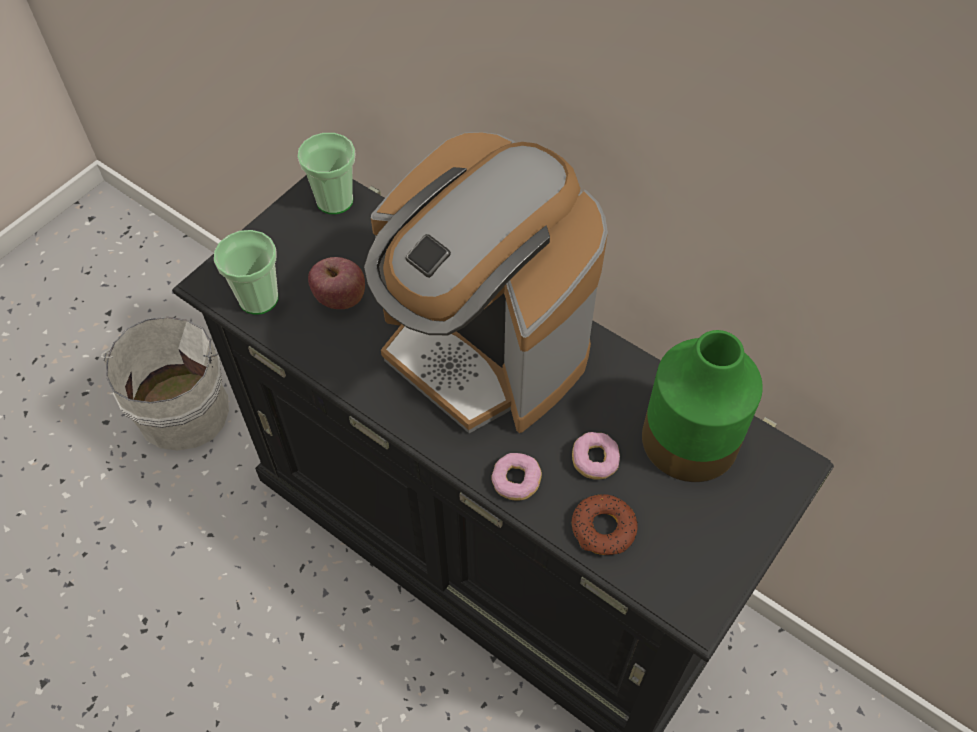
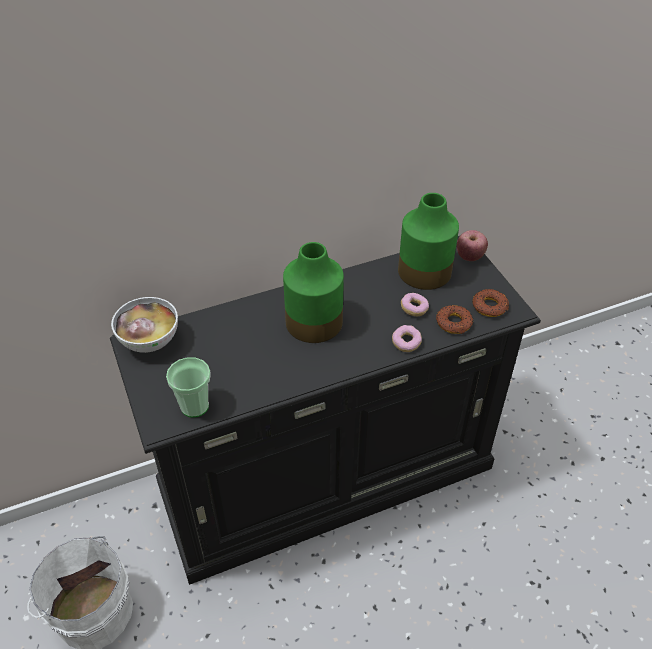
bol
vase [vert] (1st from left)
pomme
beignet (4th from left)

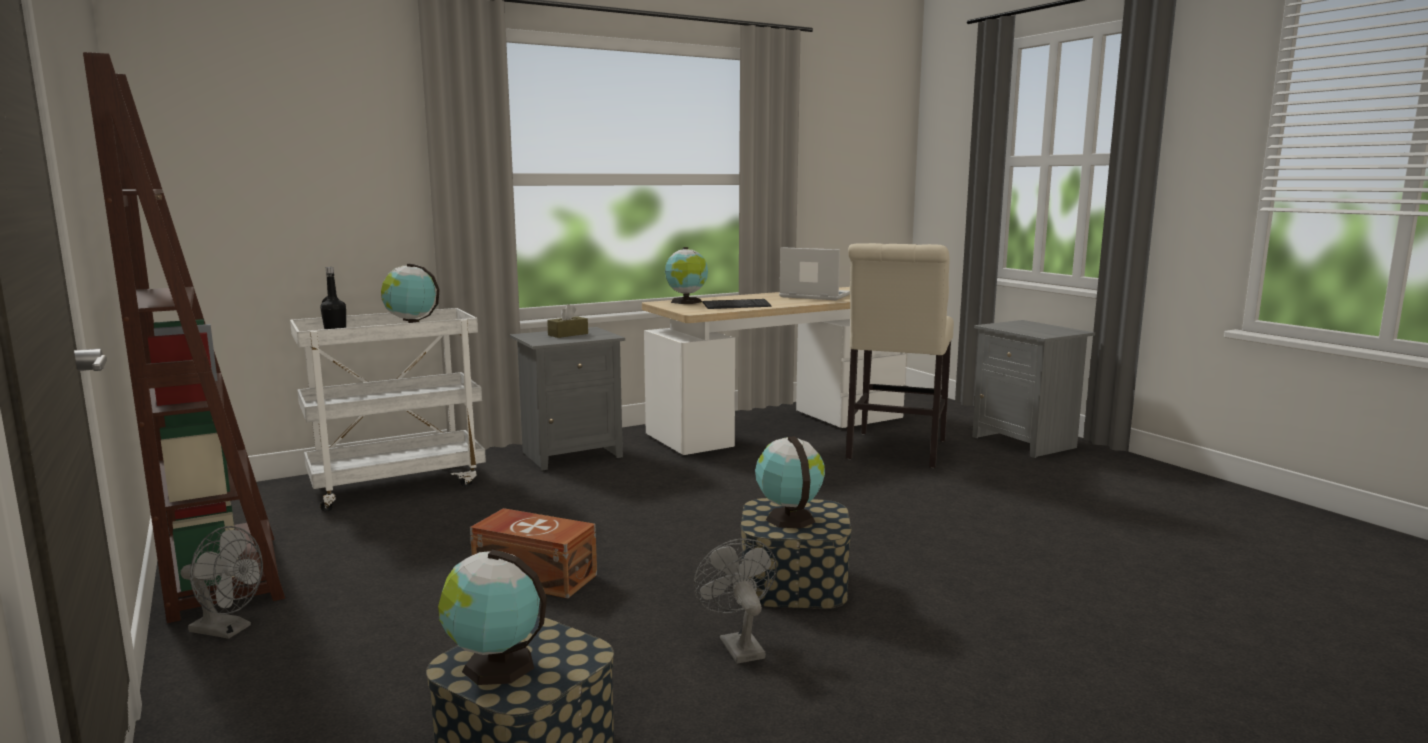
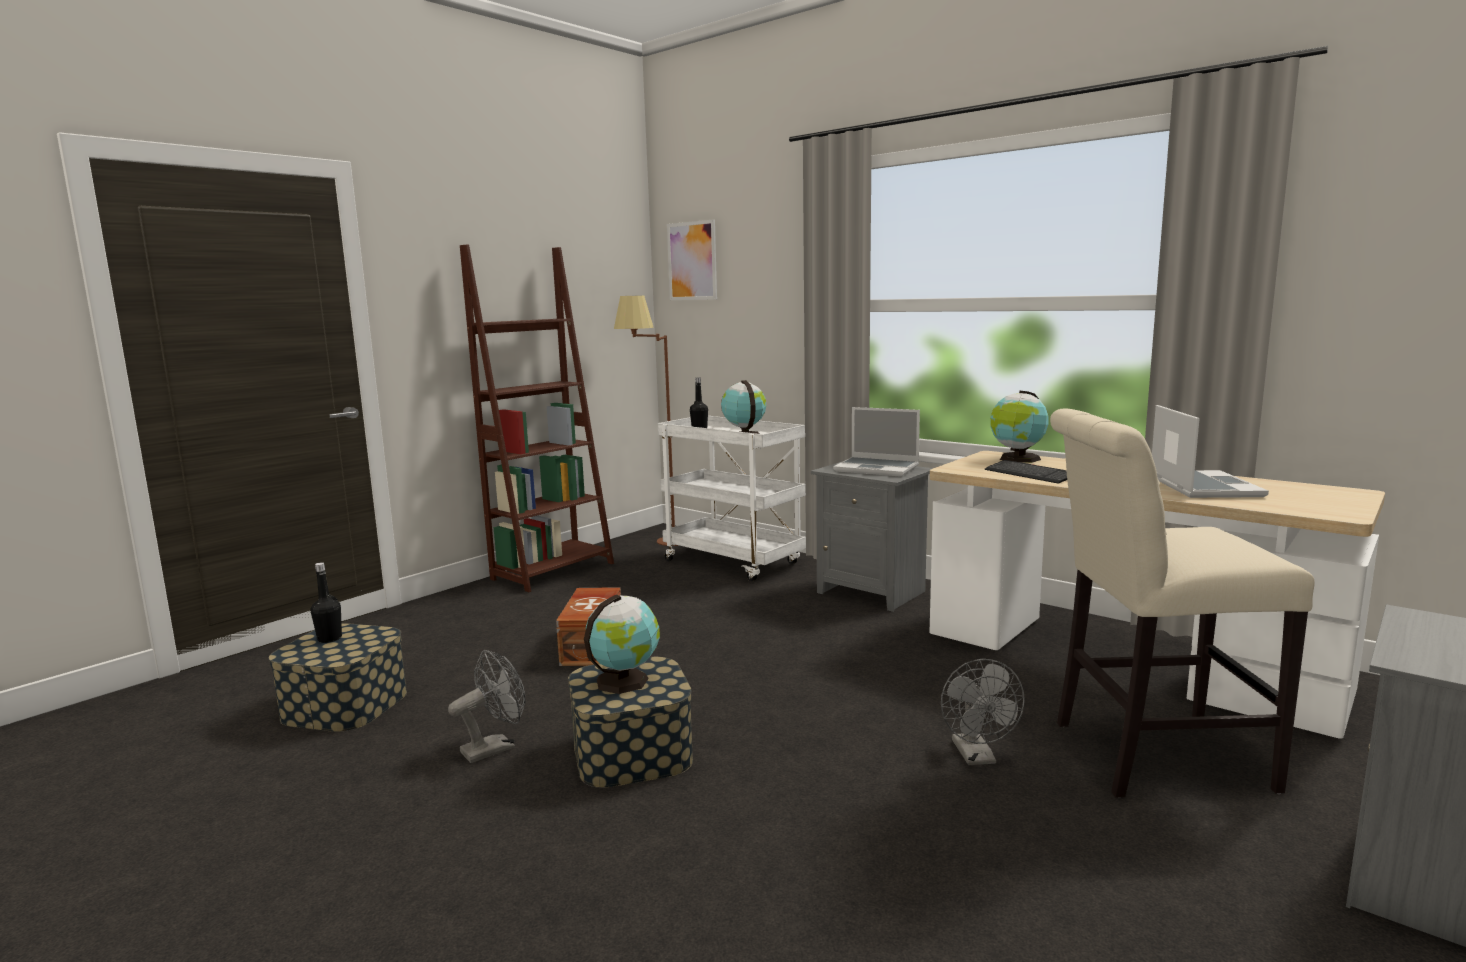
bouteille [noir] (1st from left)
lampadaire [marron]
tableau
ordinateur portable (1st from left)
ventilateur [gris] (2nd from left)

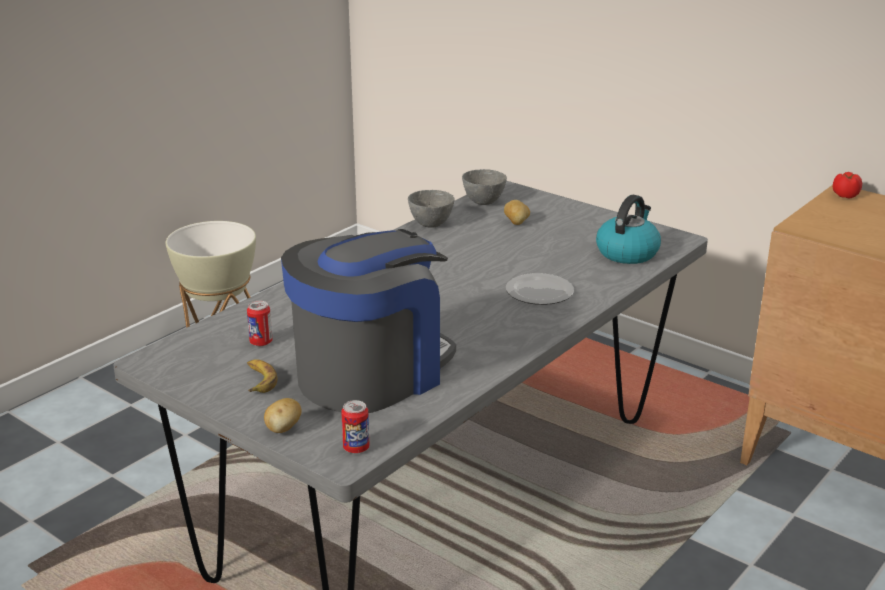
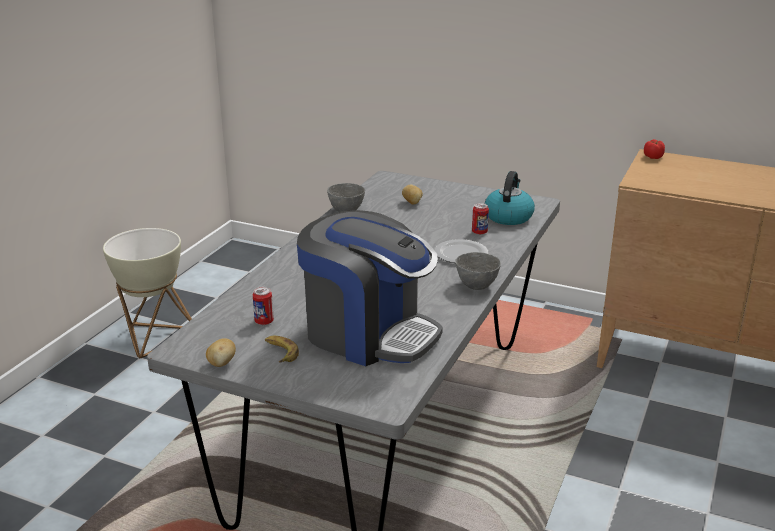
pomme de terre (1st from left)
machine à café
bol [gris] (2nd from left)
boîte métallique (2nd from left)

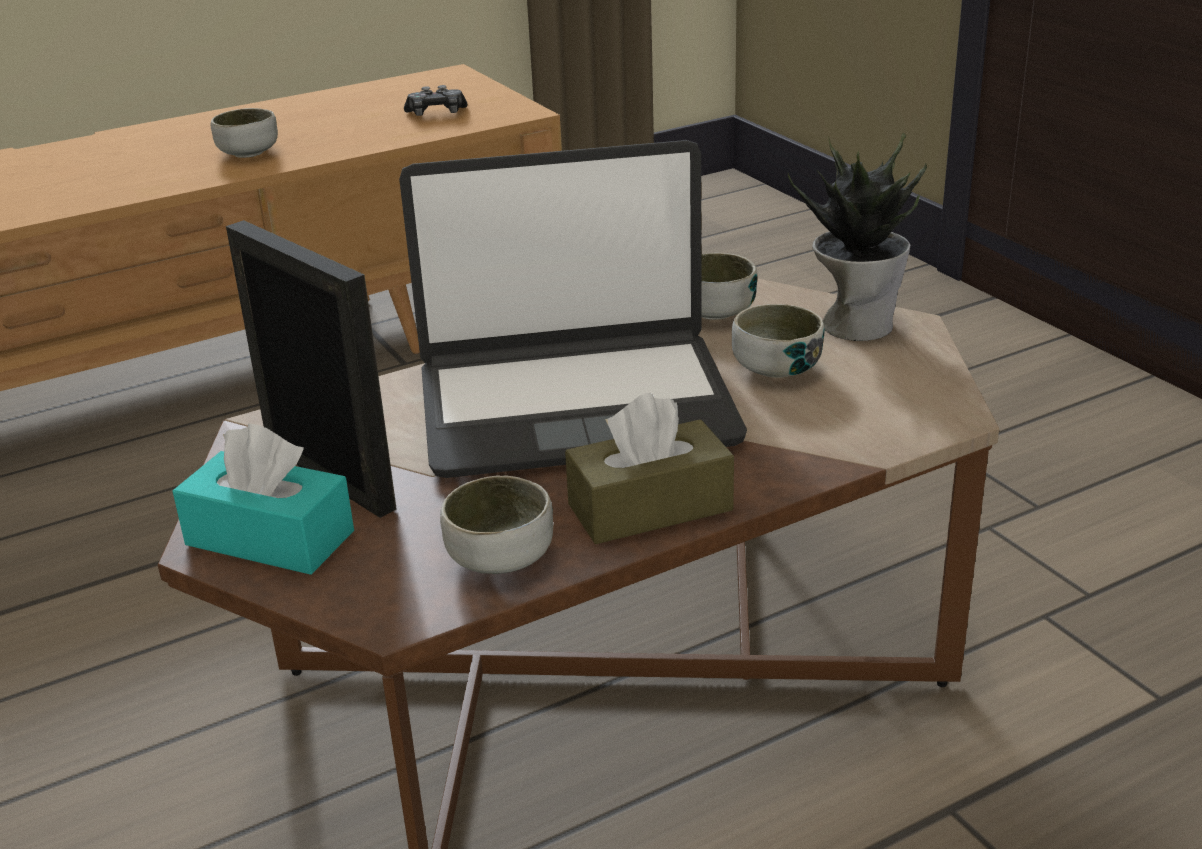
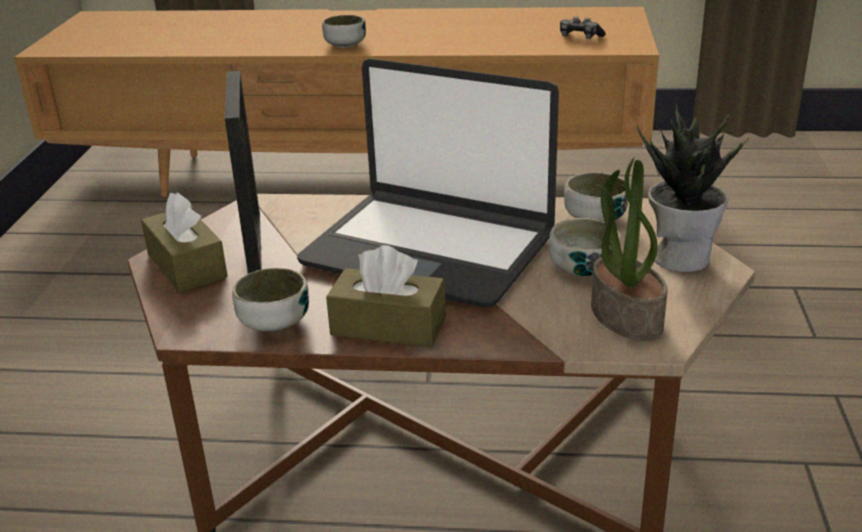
boîte à mouchoirs [marron] (1st from left)
bol (2nd from left)
plante en pot (1st from left)

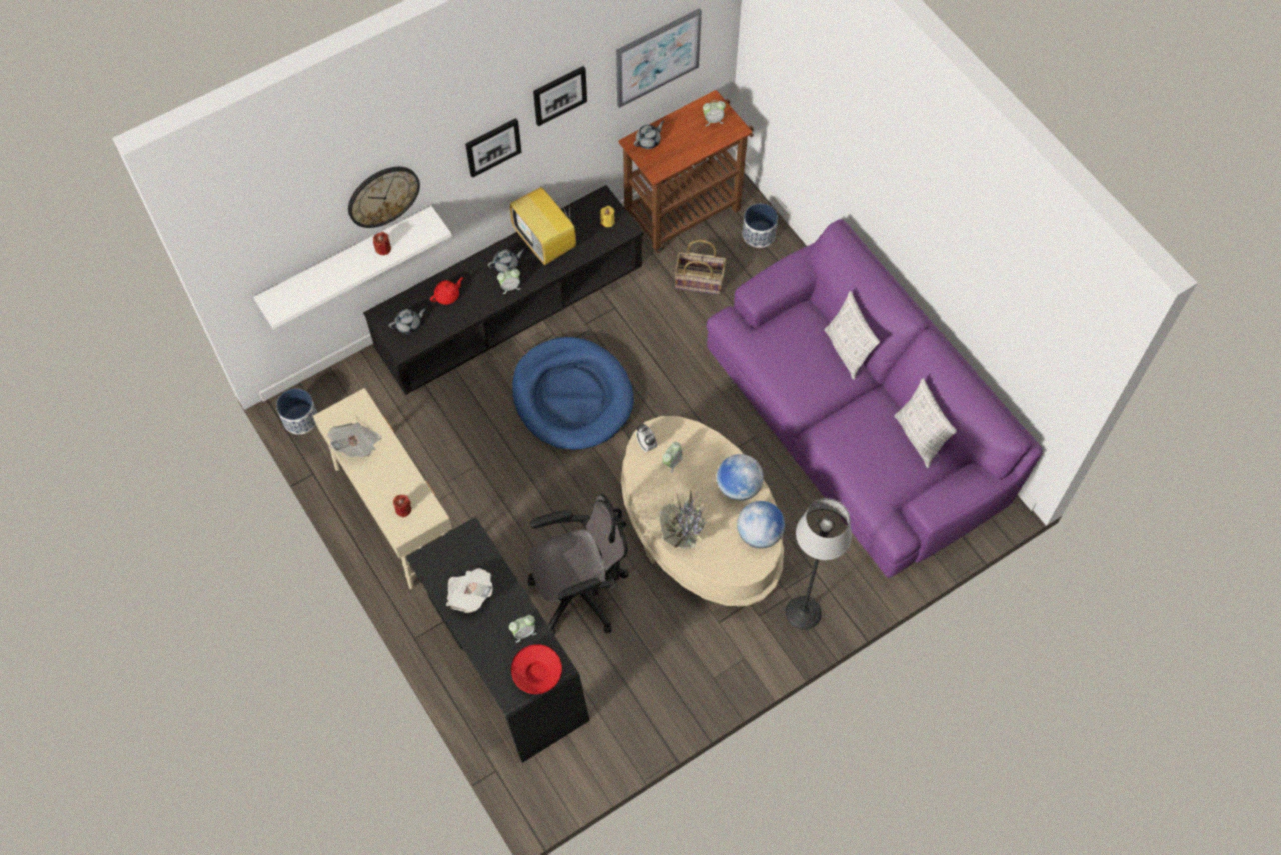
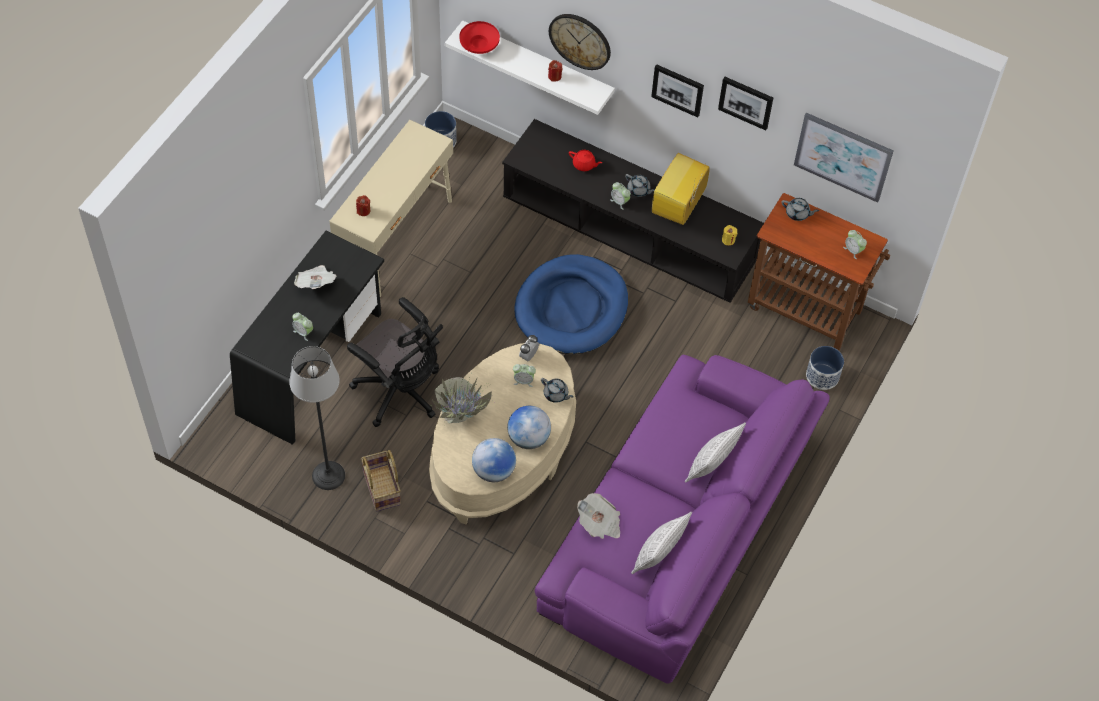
lampadaire
panier
bol [rouge]
théière [gris] (1st from left)
journal (2nd from left)

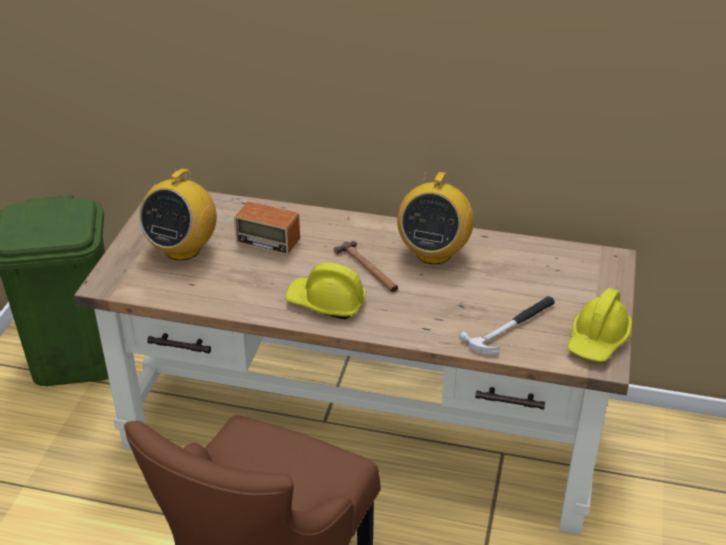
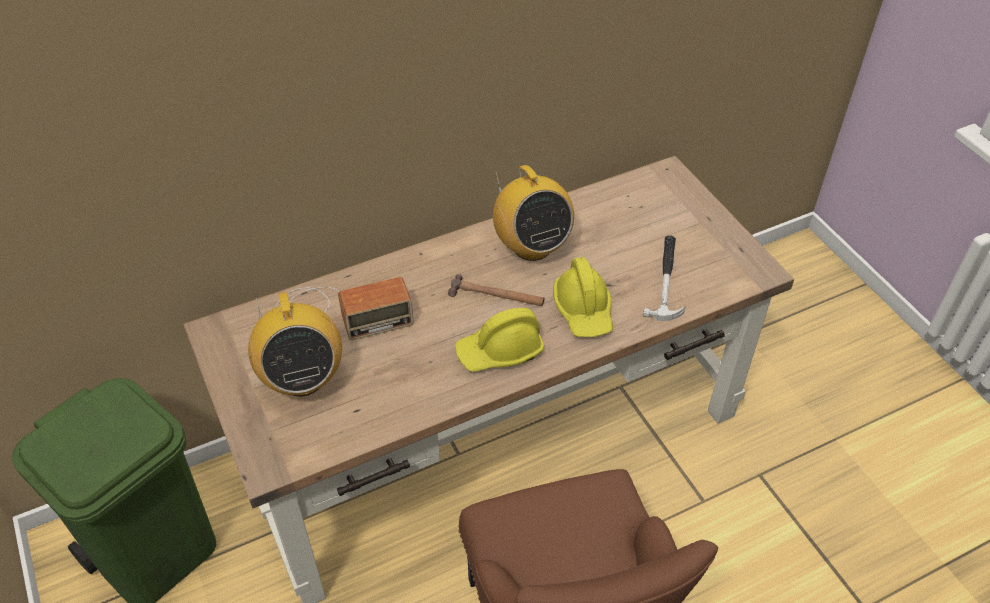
casque de chantier [jaune] (2nd from left)

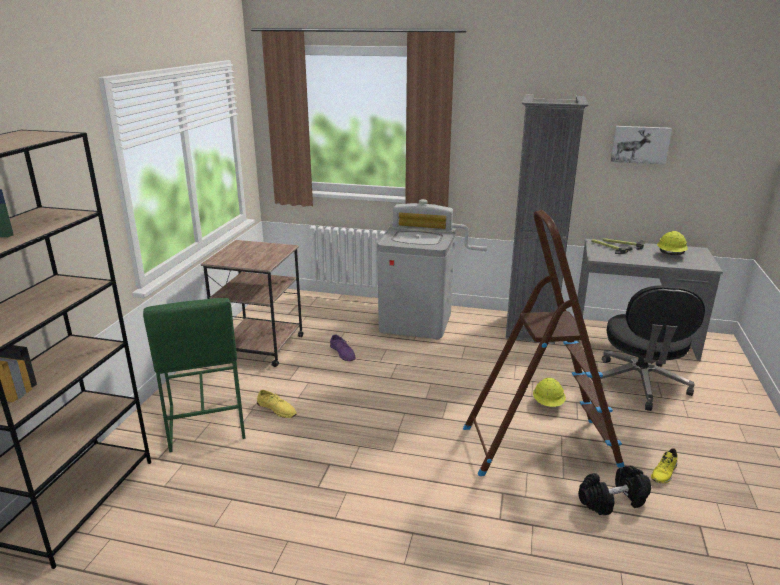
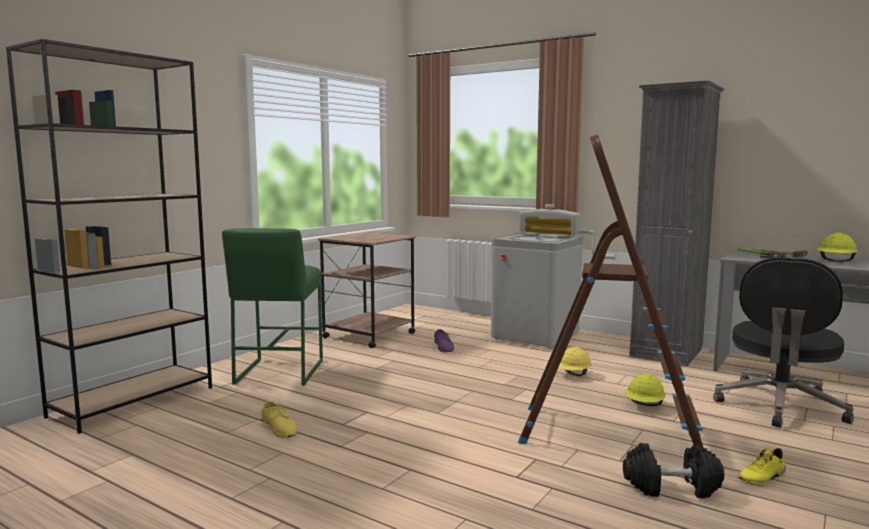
chaussure [jaune] (1st from left)
casque de chantier [jaune] (1st from left)
tableau

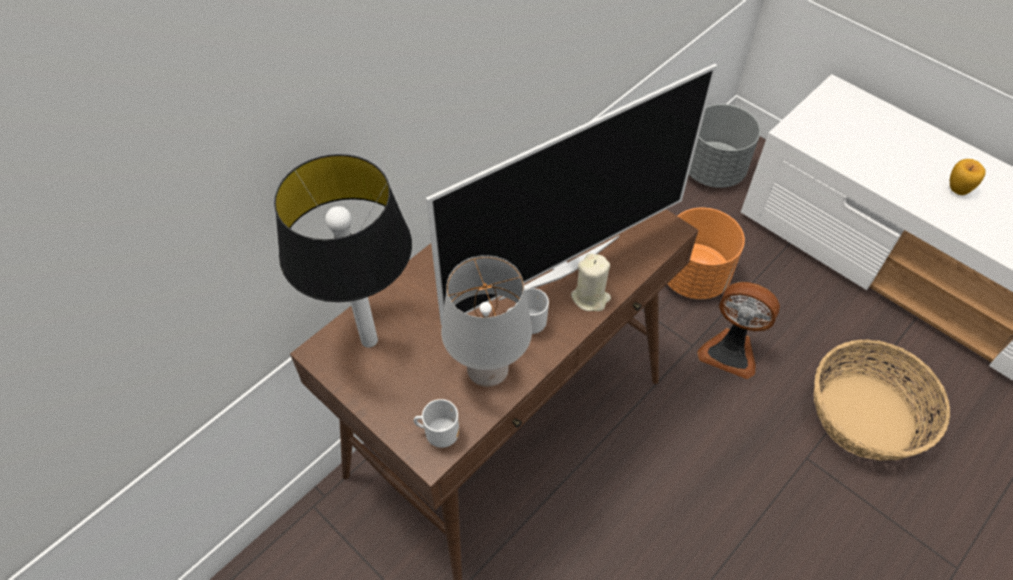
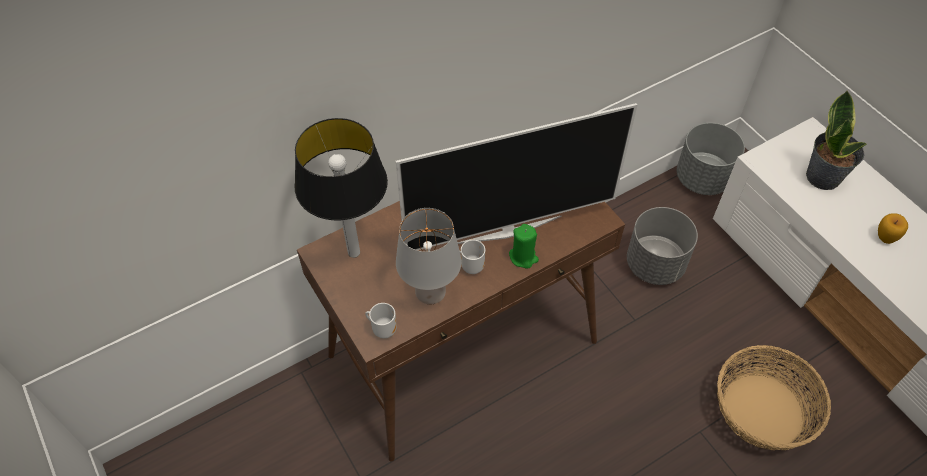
bougie [vert]
cache-pot [gris] (1st from left)
plante en pot
ventilateur

